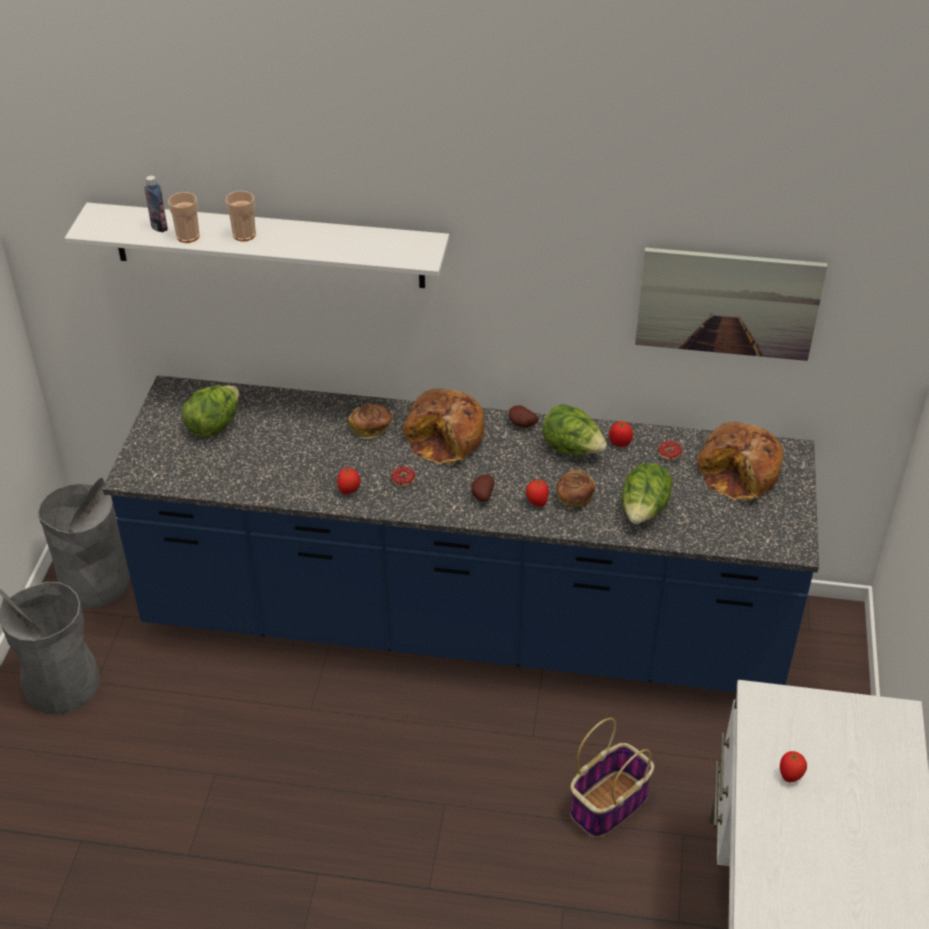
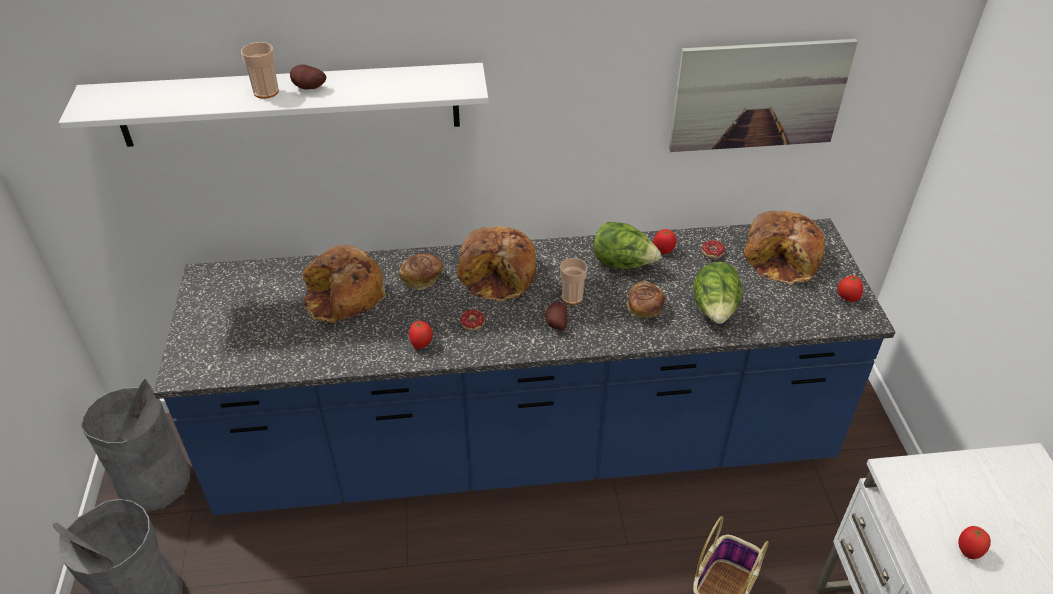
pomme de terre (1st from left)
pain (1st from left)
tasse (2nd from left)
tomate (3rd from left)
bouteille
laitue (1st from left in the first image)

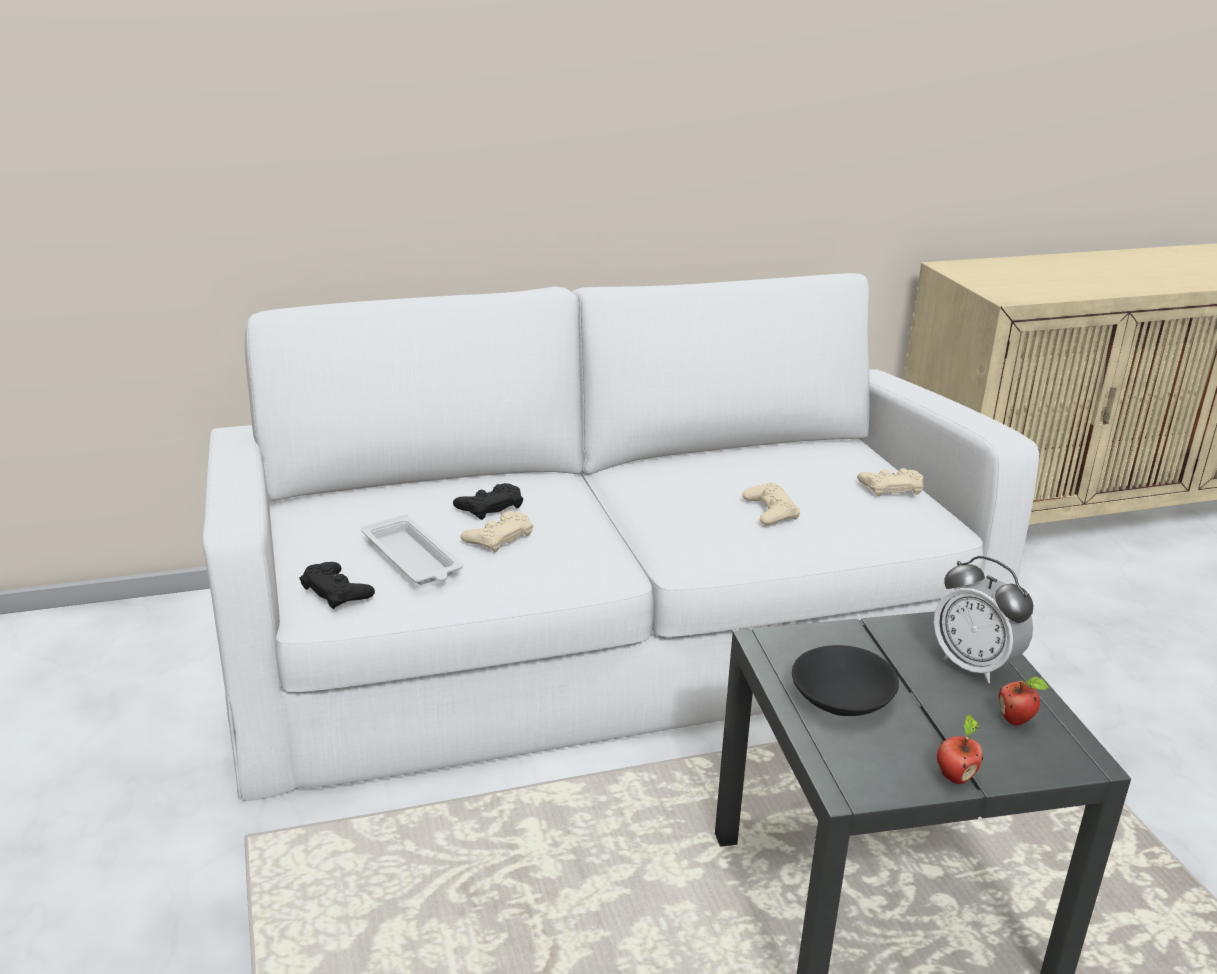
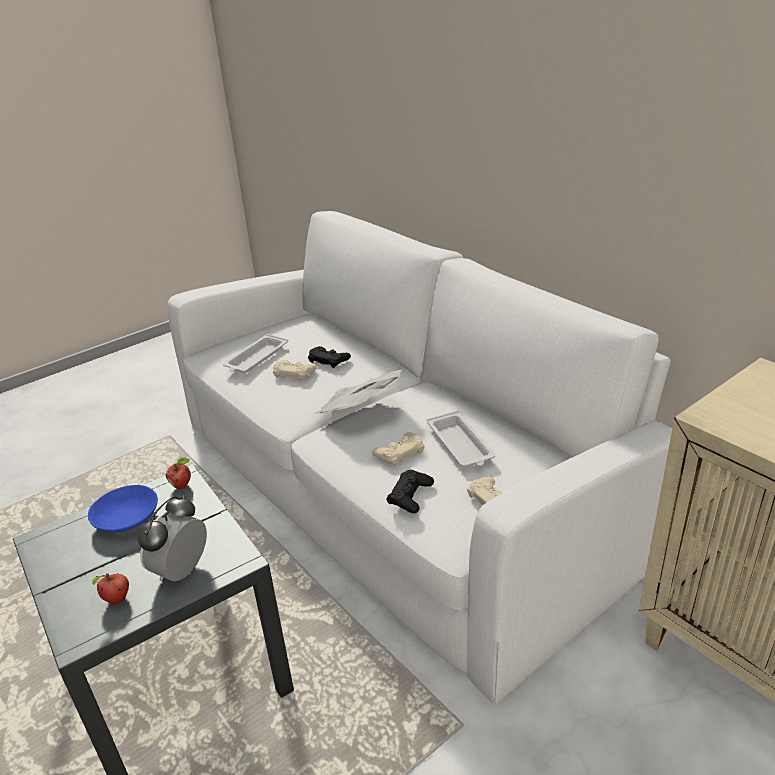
bol [bleu]
pomme (2nd from left)
journal
manette [noir] (2nd from left)
plateau [blanc] (2nd from left)

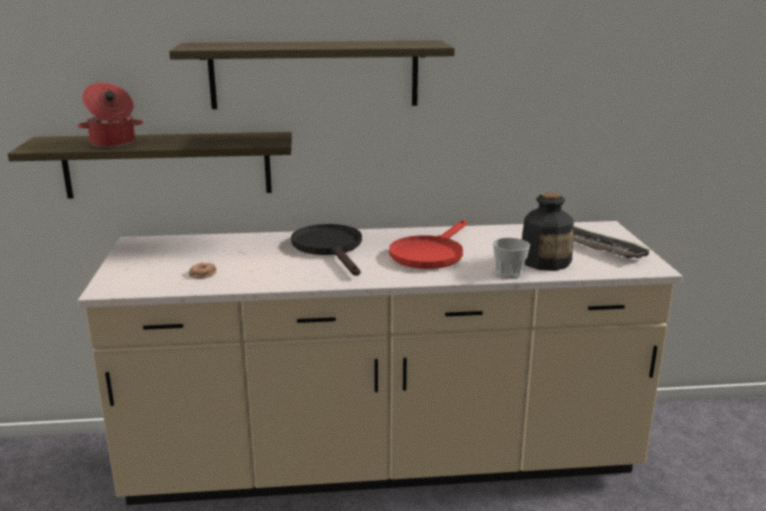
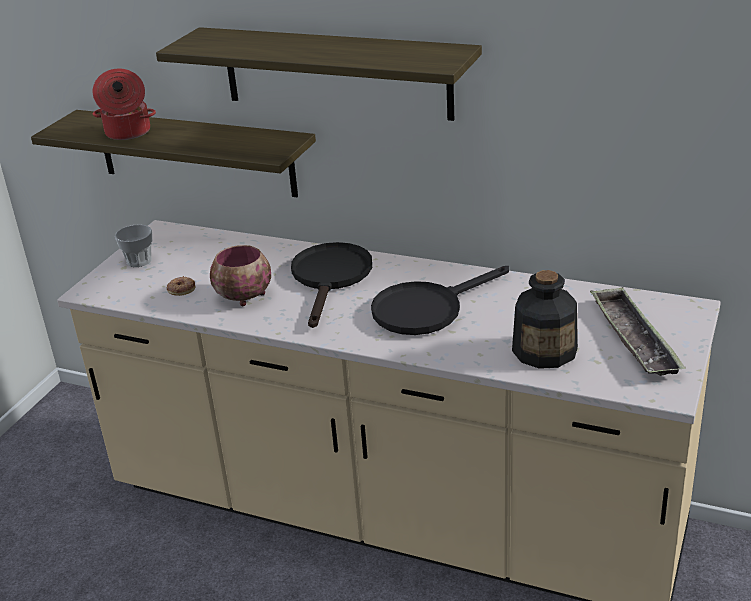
tasse
bol
poêle [noir] (2nd from left)

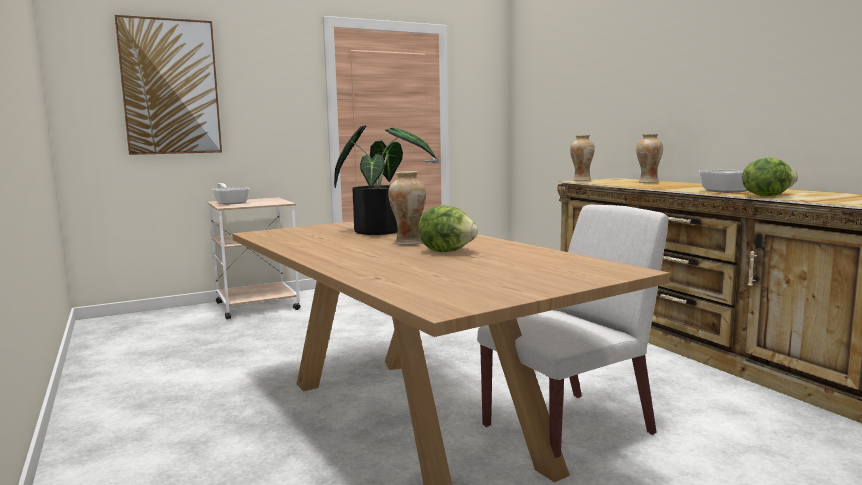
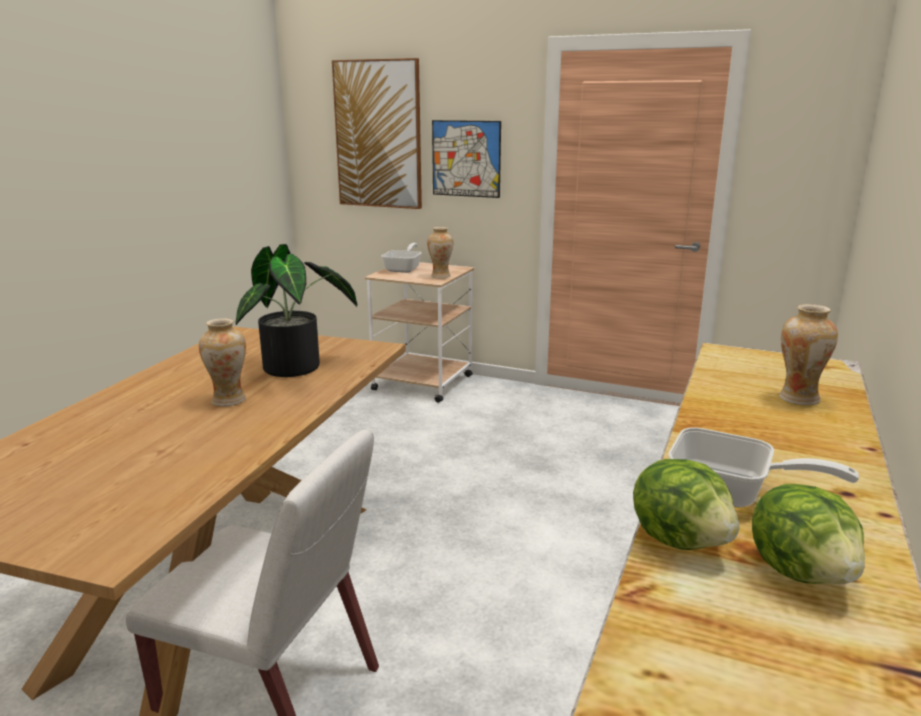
vase (2nd from left)
tableau (2nd from left)
laitue (2nd from left)

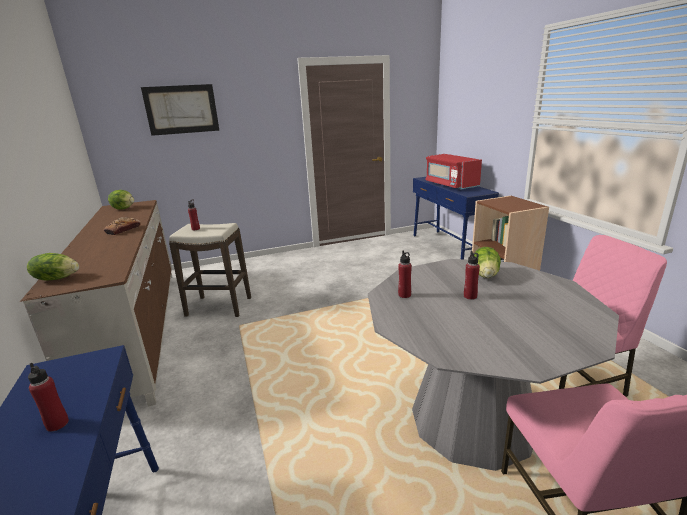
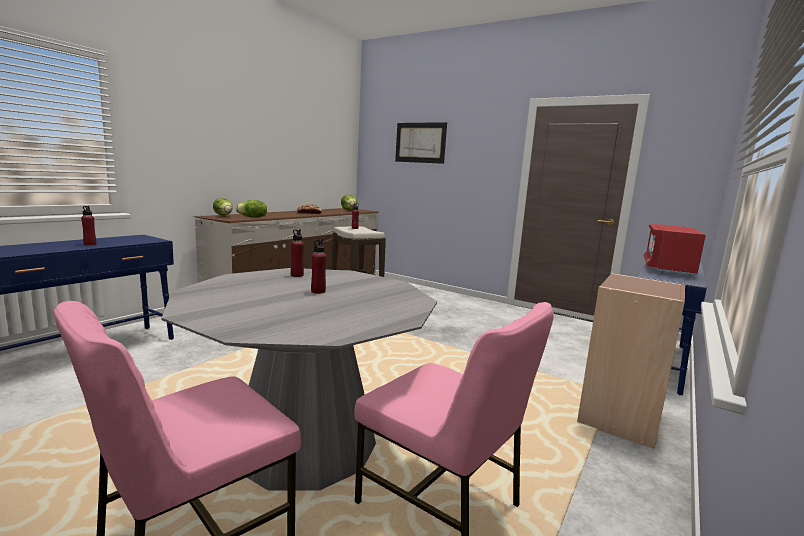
laitue (2nd from left)

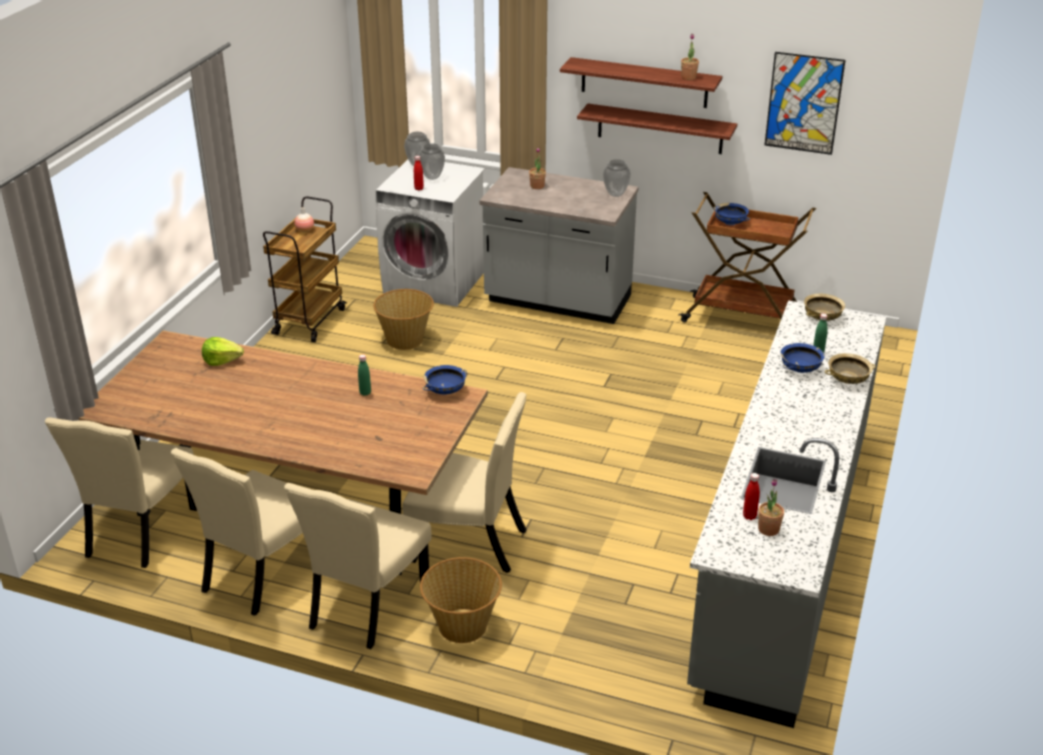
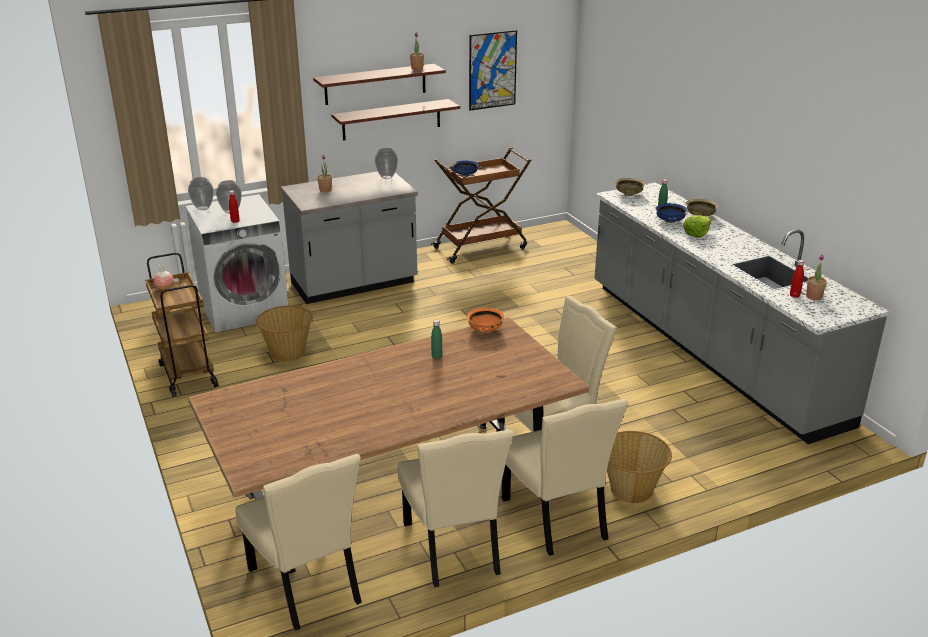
bol [orange]
laitue

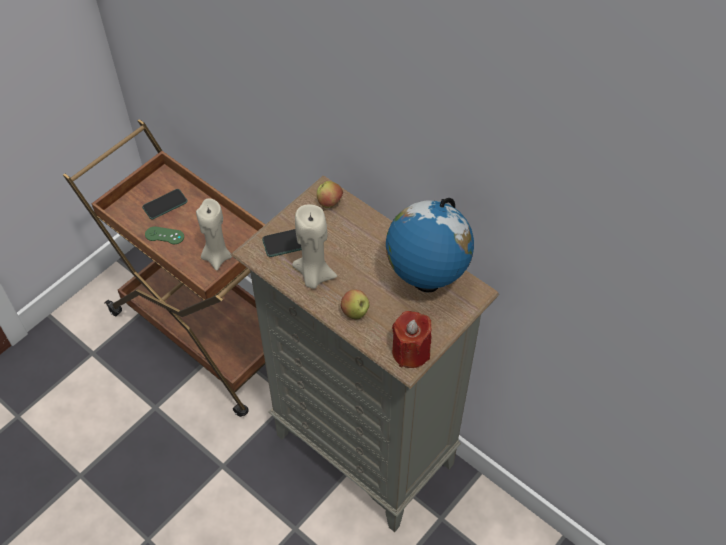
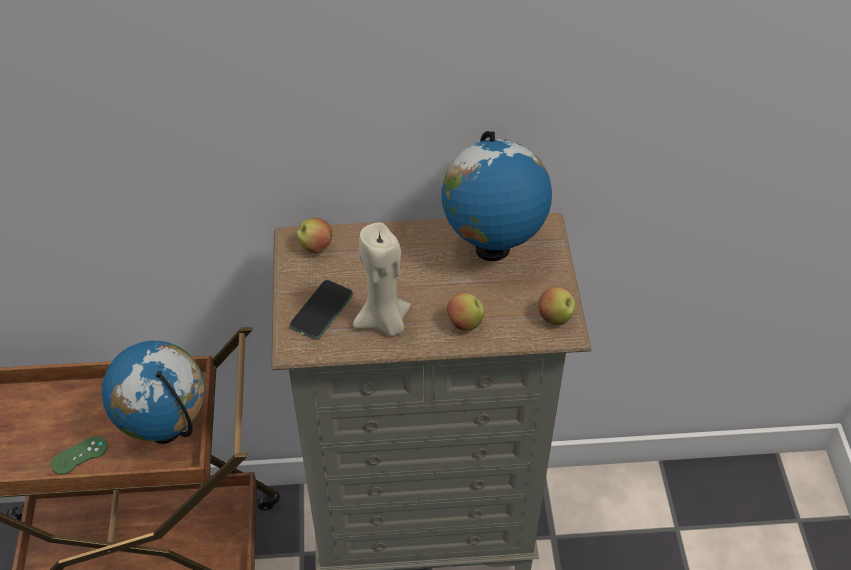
globe (1st from left)
pomme (3rd from left)
téléphone (1st from left in the first image)

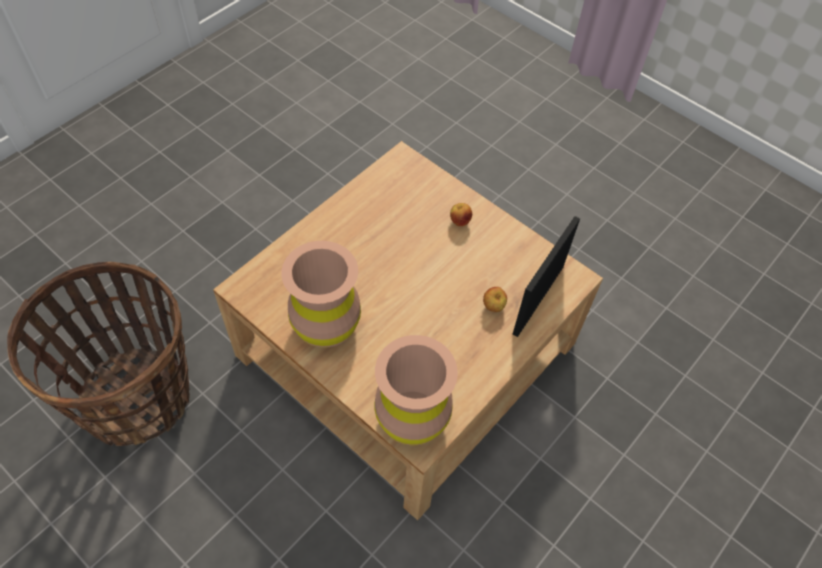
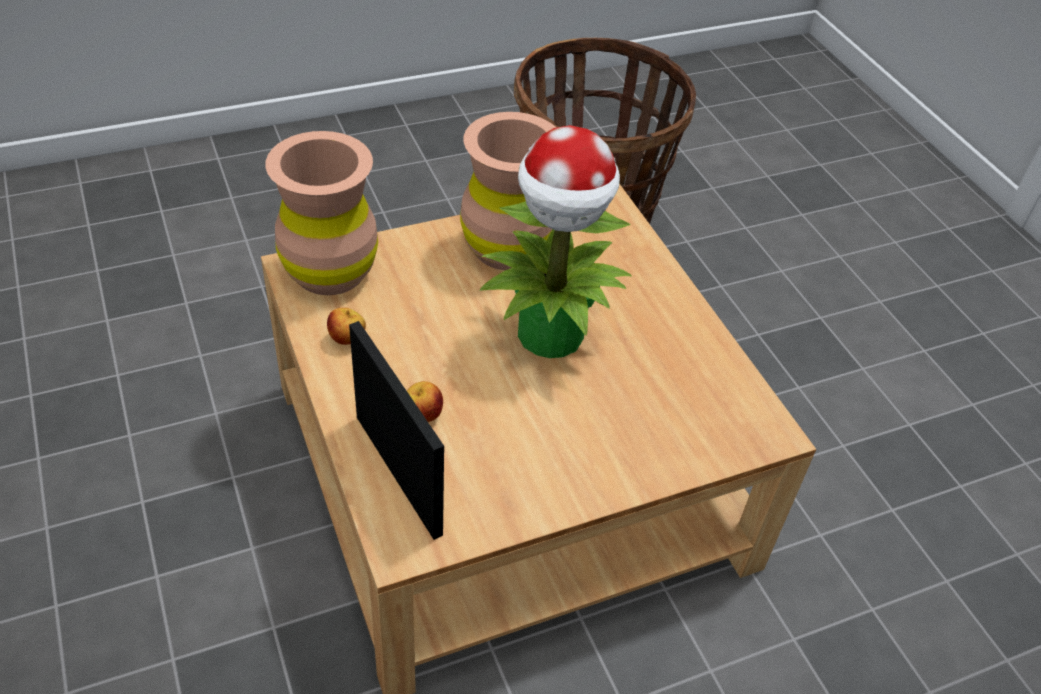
pomme (1st from left)
plante en pot

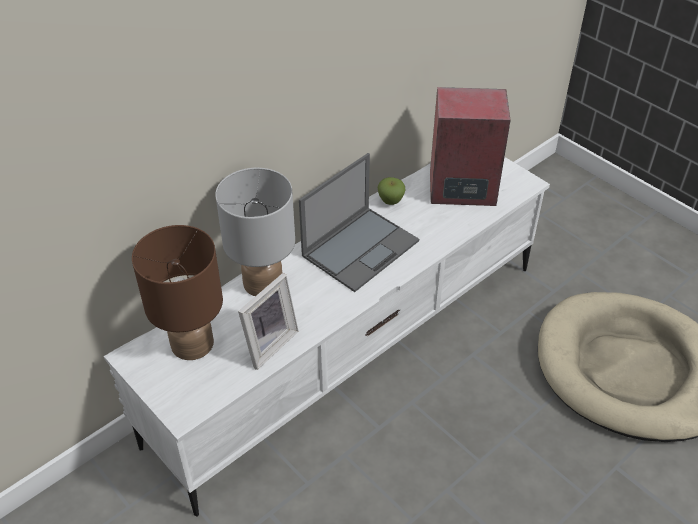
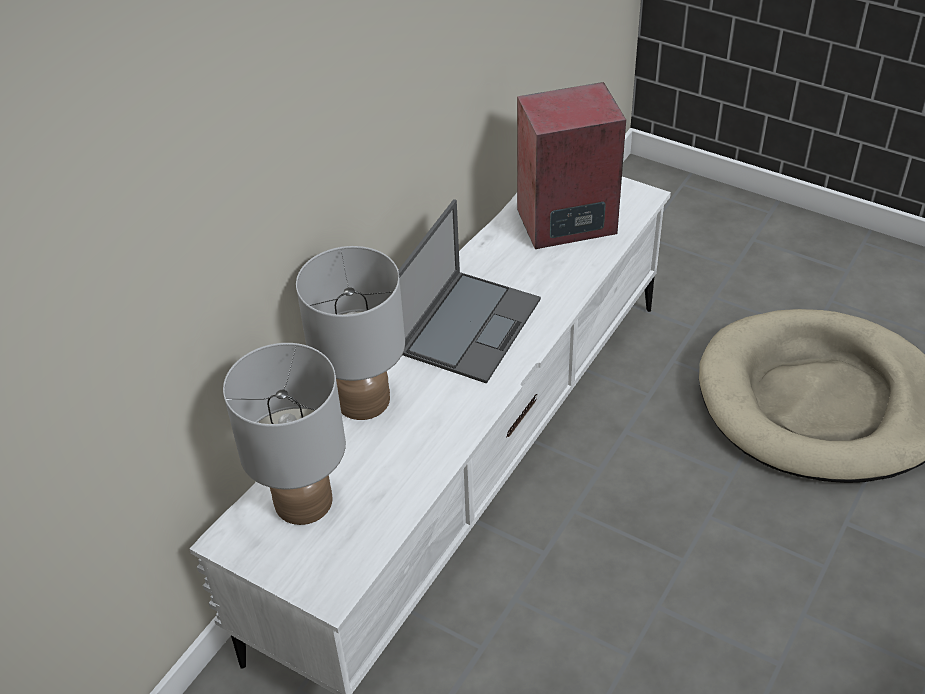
lampe de table [gris] (1st from left)
cadre photo
pomme

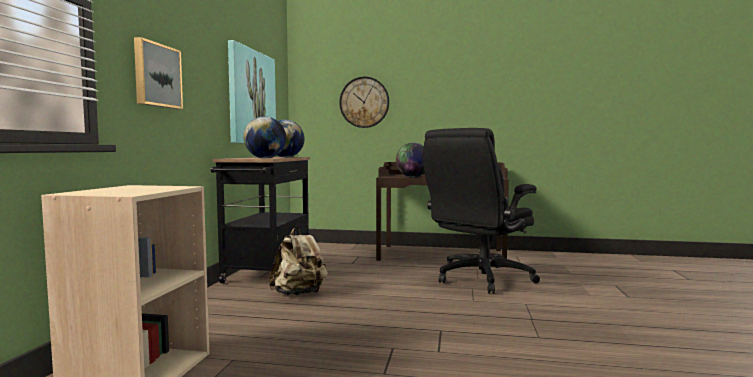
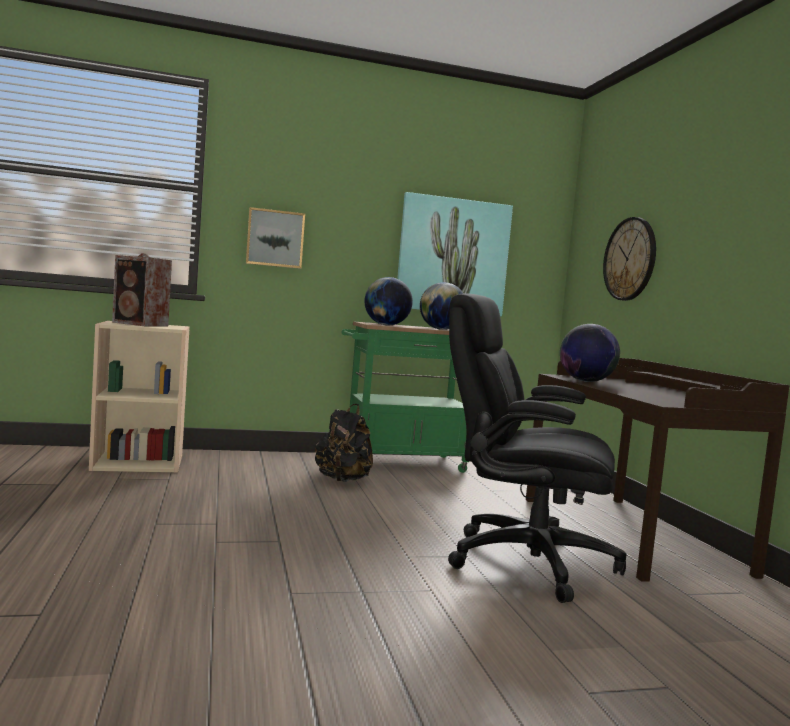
enceinte
sac à dos [noir]
chariot [vert]

